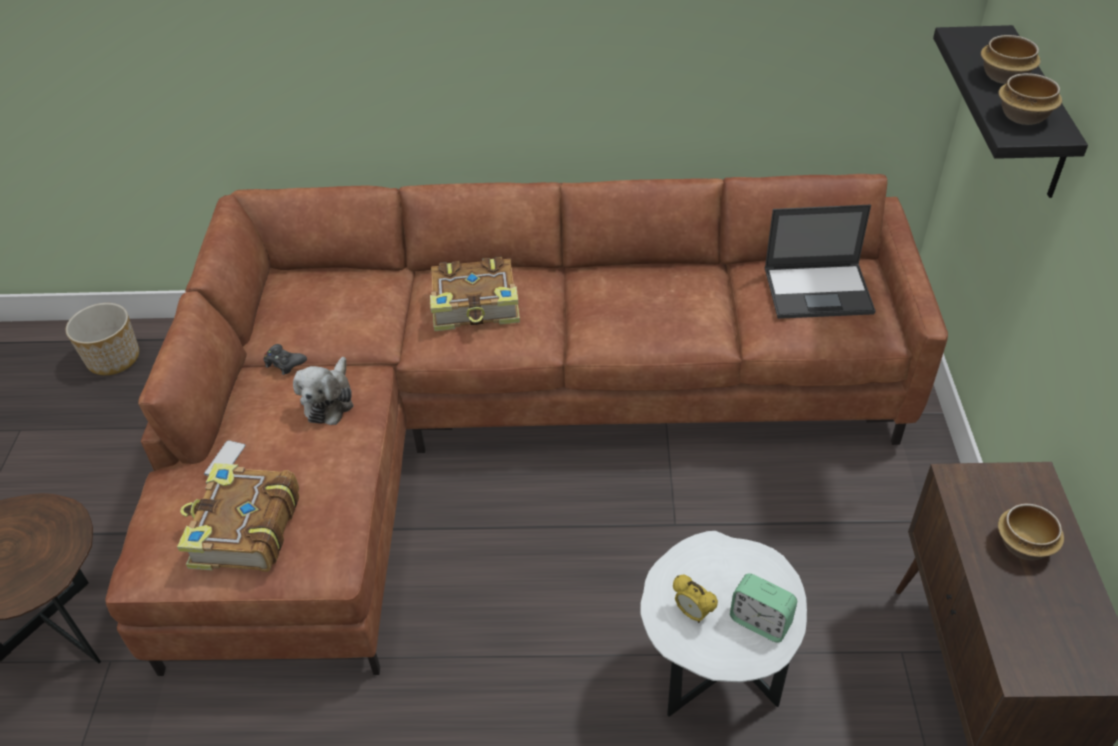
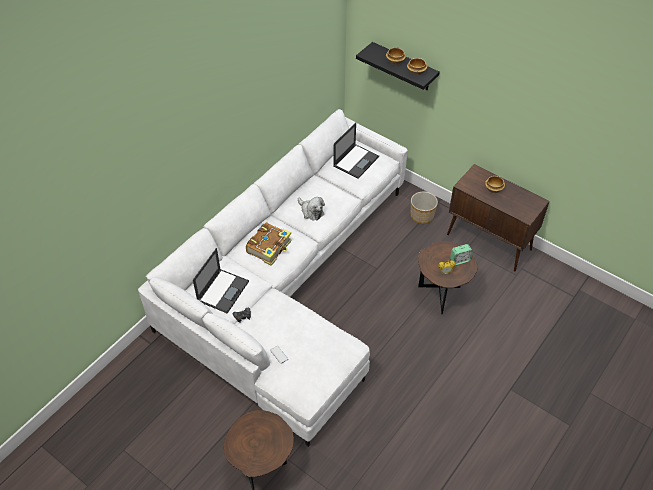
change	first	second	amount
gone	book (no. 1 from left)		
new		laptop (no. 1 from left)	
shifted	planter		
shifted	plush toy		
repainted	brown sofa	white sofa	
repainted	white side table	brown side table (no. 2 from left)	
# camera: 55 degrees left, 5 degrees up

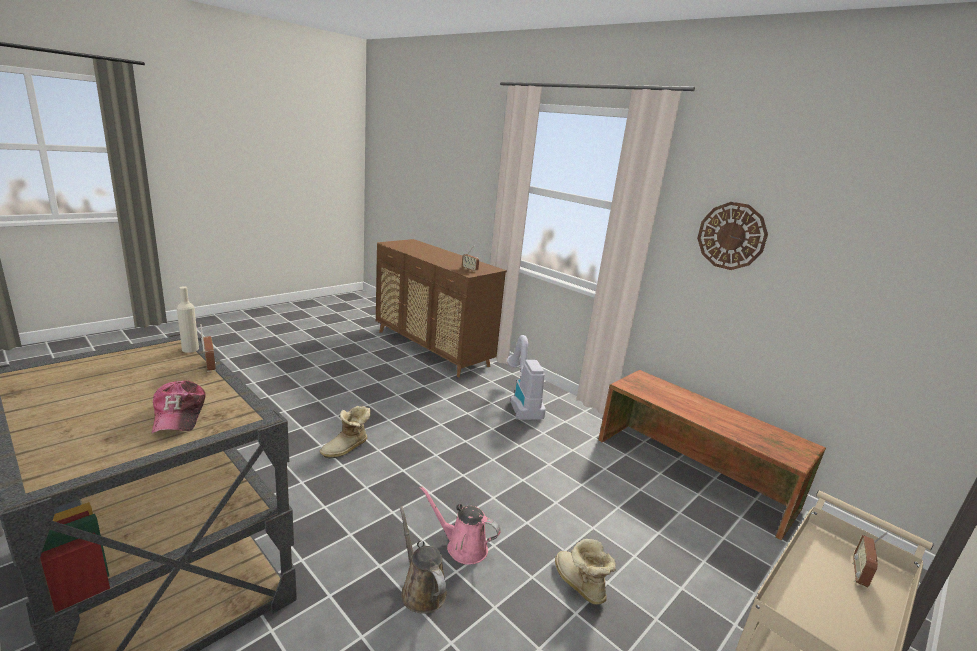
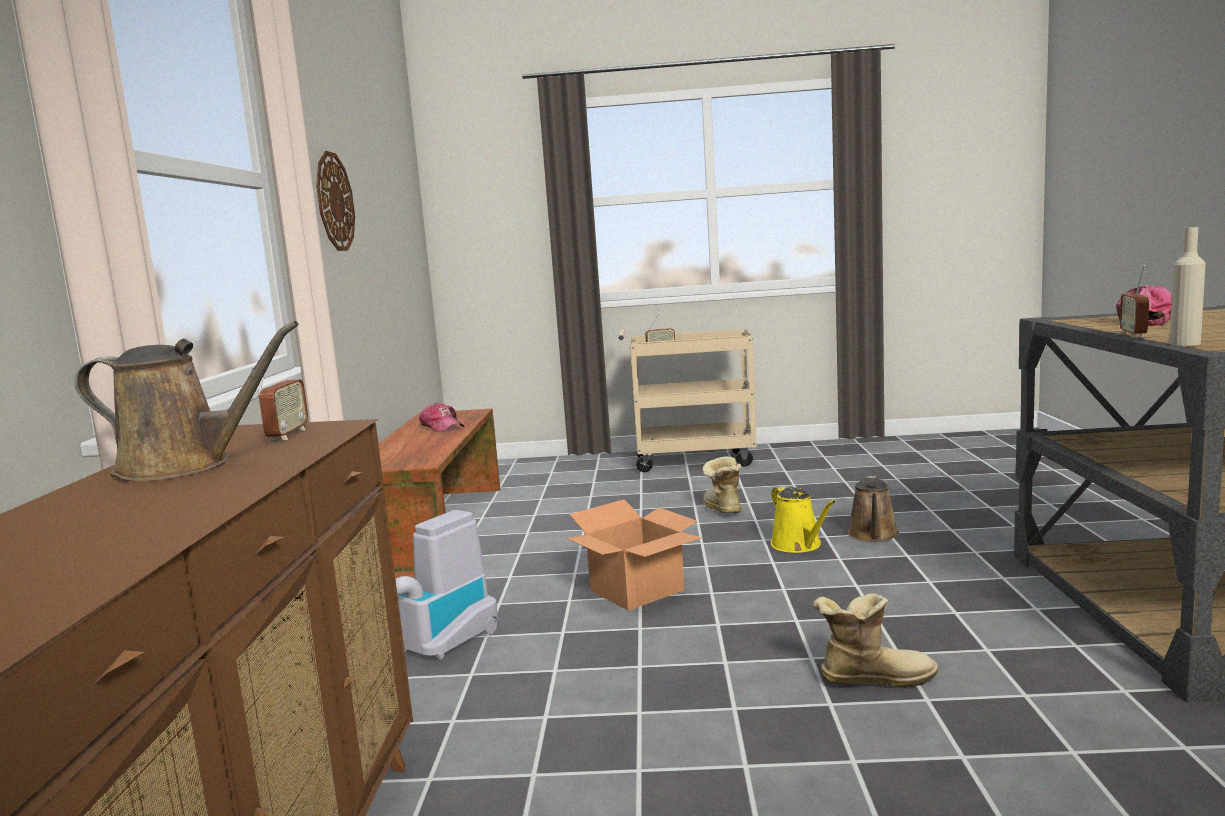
change	first	second	amount
new		brown watering can (no. 1 from left)	
new		cap (no. 1 from left)	
new		cardboard box	
repainted	pink watering can	yellow watering can	
rotated	boot (no. 2 from left in the first image)	boot (no. 1 from left)	150 degrees clockwise
# camera: 130 degrees left, 10 degrees down

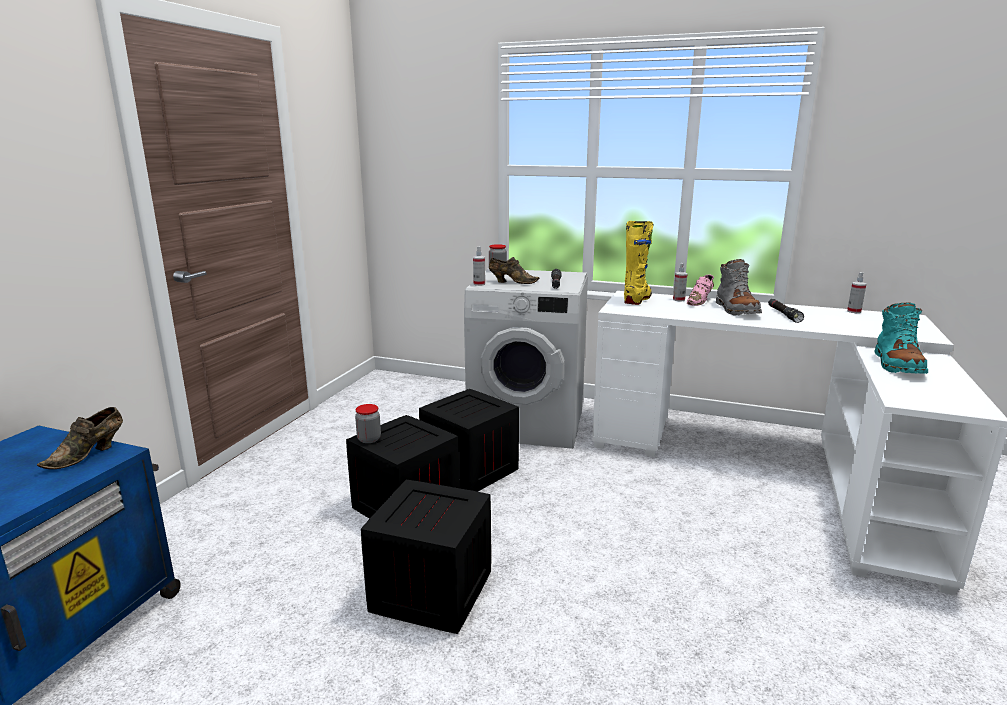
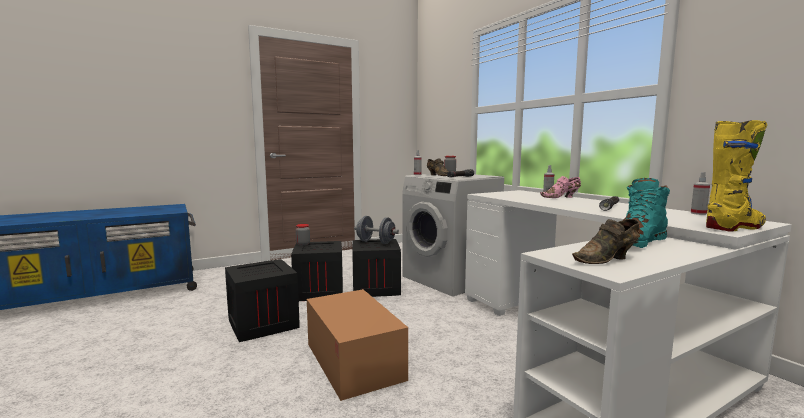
change	first	second	amount
gone	grey boot		
new		cardboard box	
new		grey dumbbell	
shifted	brown shoe (no. 1 from left in the first image)	brown shoe (no. 2 from left)	
shifted	yellow boot		
# camera: 40 degrees right, 10 degrees down

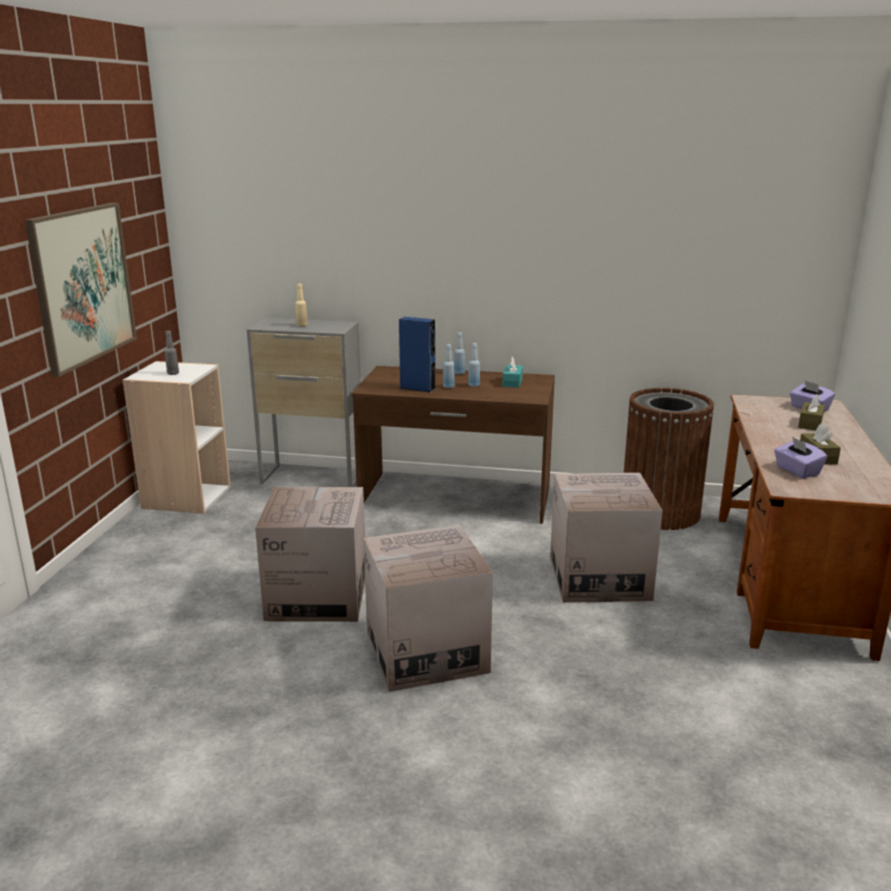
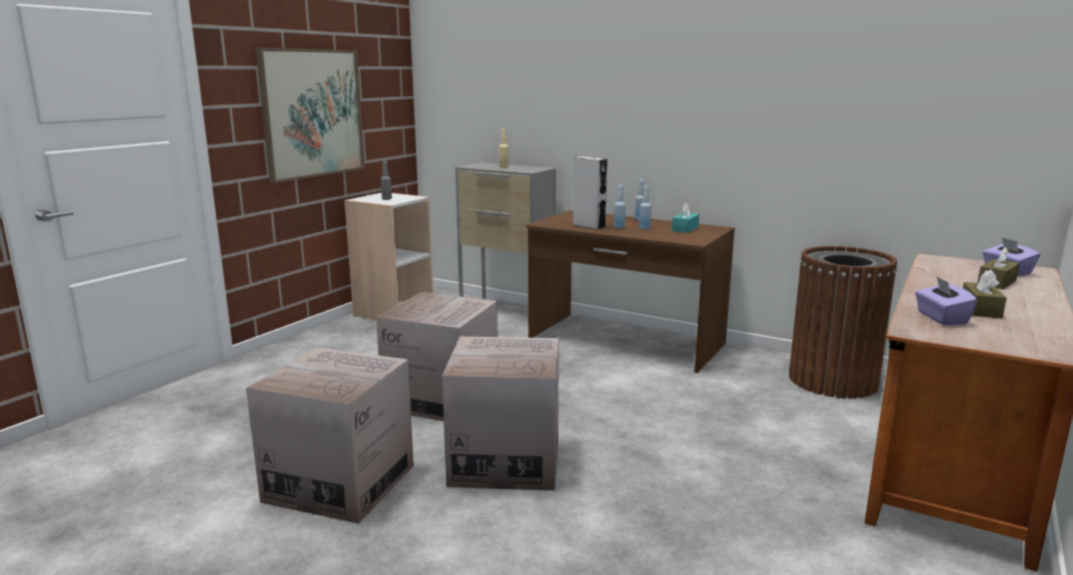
change	first	second	amount
shifted	cardboard box (no. 3 from left in the first image)	cardboard box (no. 1 from left)	
repainted	blue speaker	grey speaker	
# camera: 20 degrees right, 5 degrees down

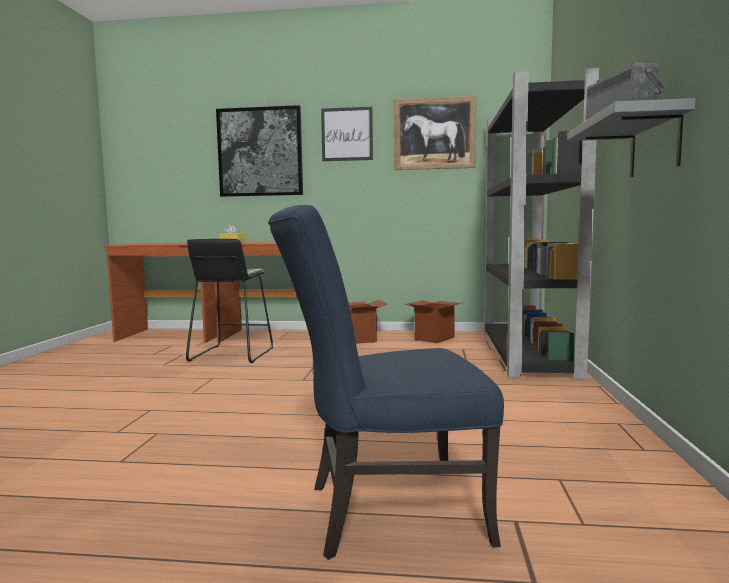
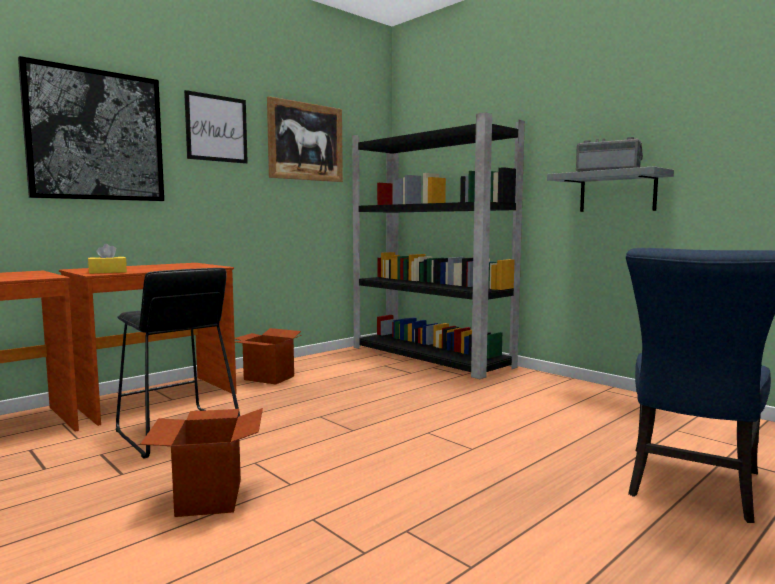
change	first	second	amount
shifted	cardboard box (no. 2 from left in the first image)	cardboard box (no. 1 from left)	
# camera: 50 degrees left, 0 degrees up

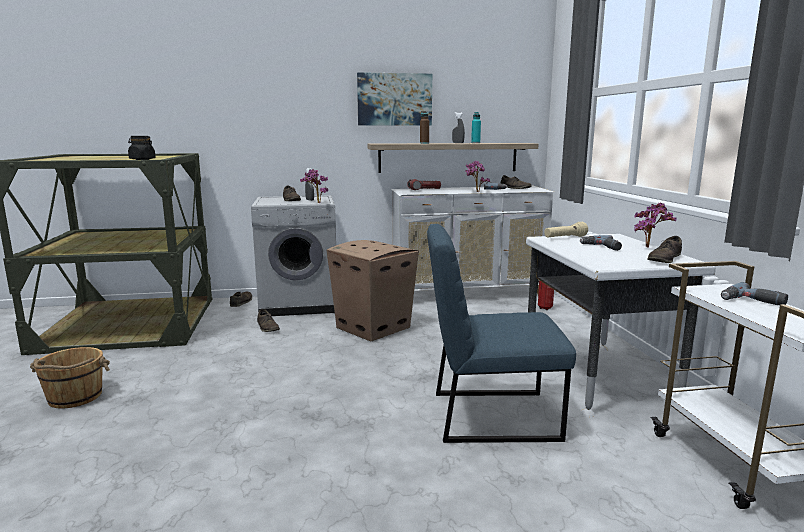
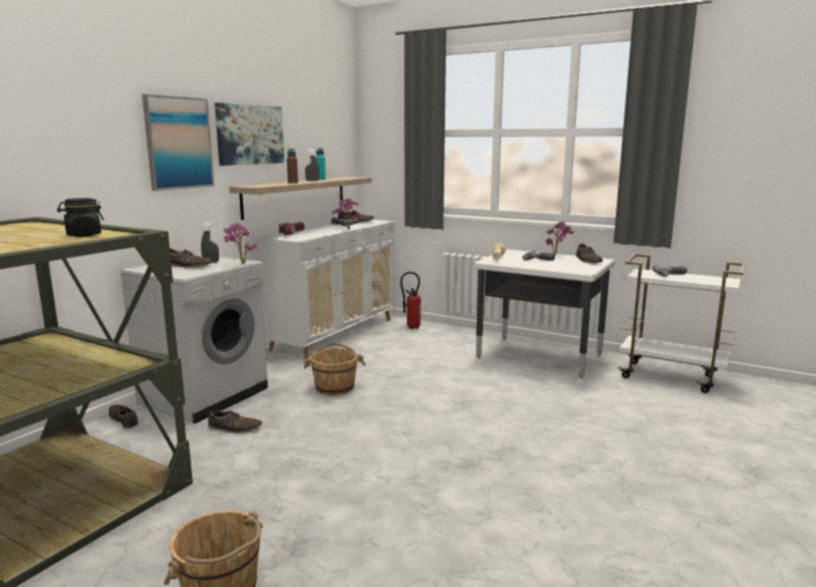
change	first	second	amount
gone	blue chair		
new		picture (no. 1 from left)	
swapped	cardboard box	brown bucket (no. 2 from left)	
# camera: 50 degrees left, 0 degrees up

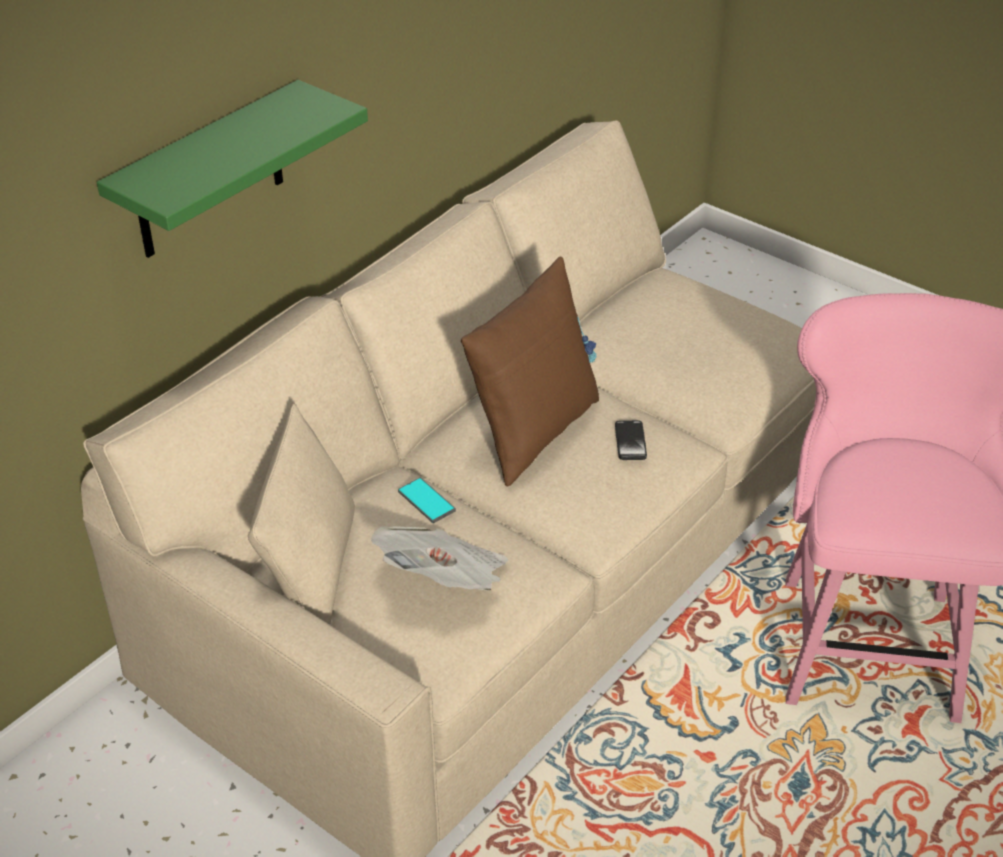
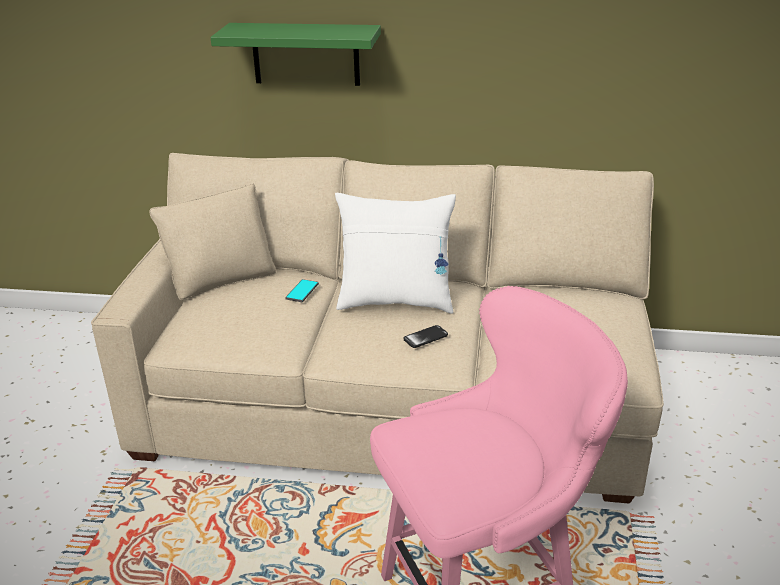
change	first	second	amount
gone	newspaper		
repainted	brown pillow	white pillow	
# camera: 60 degrees right, 10 degrees down

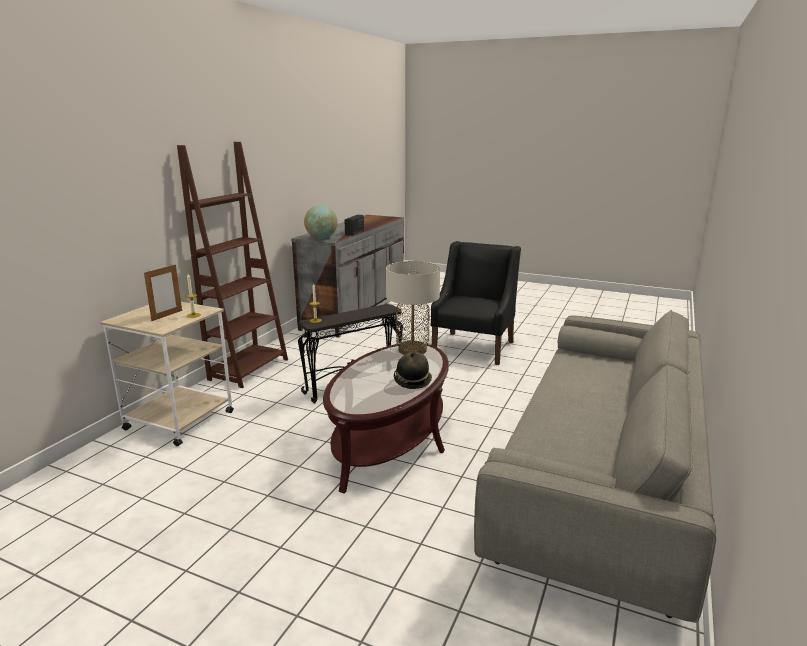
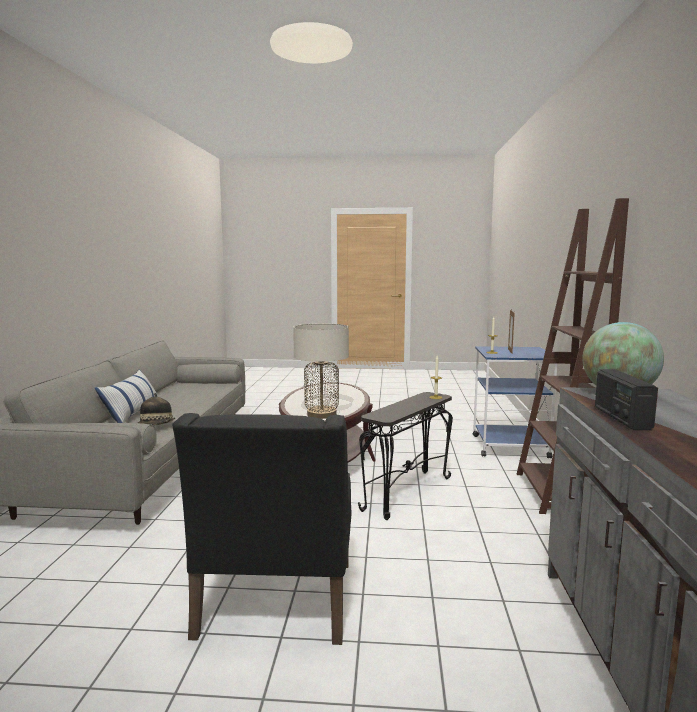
change	first	second	amount
new		pillow	
shifted	hat		
repainted	beige cart	blue cart	
# camera: 160 degrees right, 10 degrees down

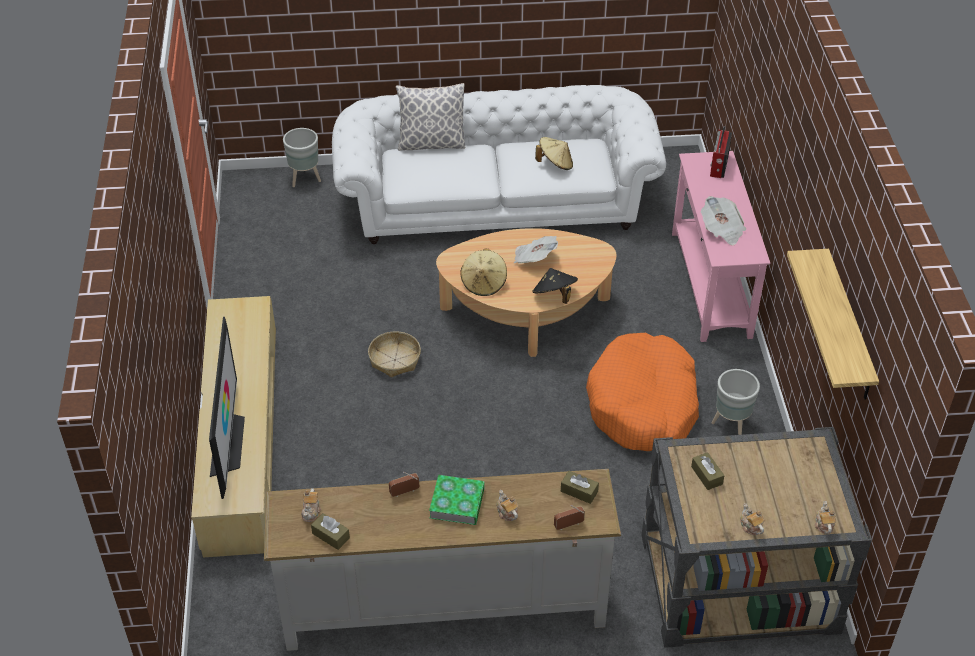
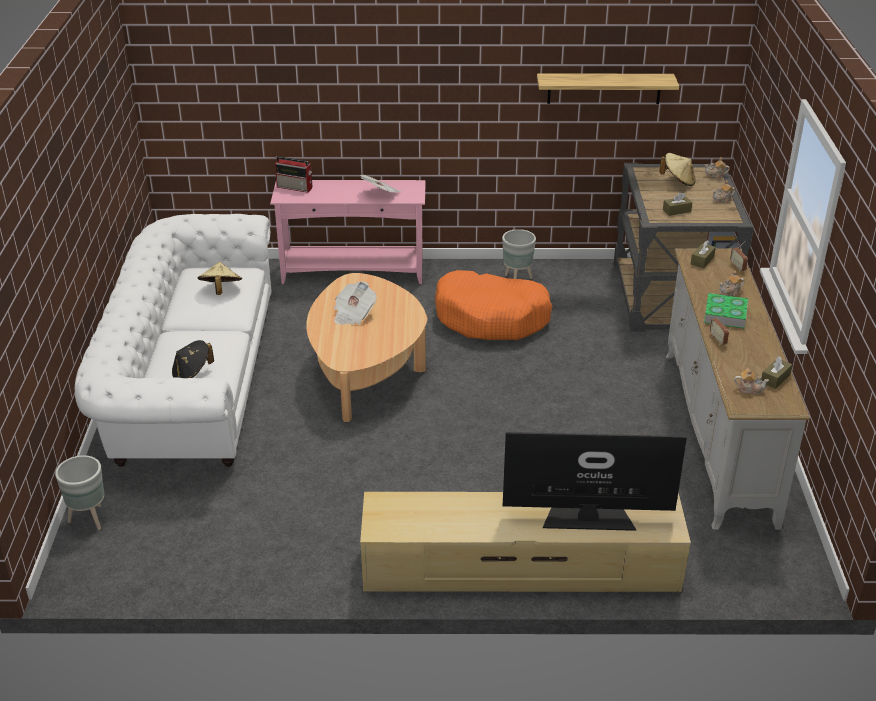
change	first	second	amount
gone	basket		
gone	pillow		
shifted	beige hat (no. 1 from left in the first image)	beige hat (no. 2 from left)	
shifted	black hat		
# camera: 85 degrees left, 10 degrees down

